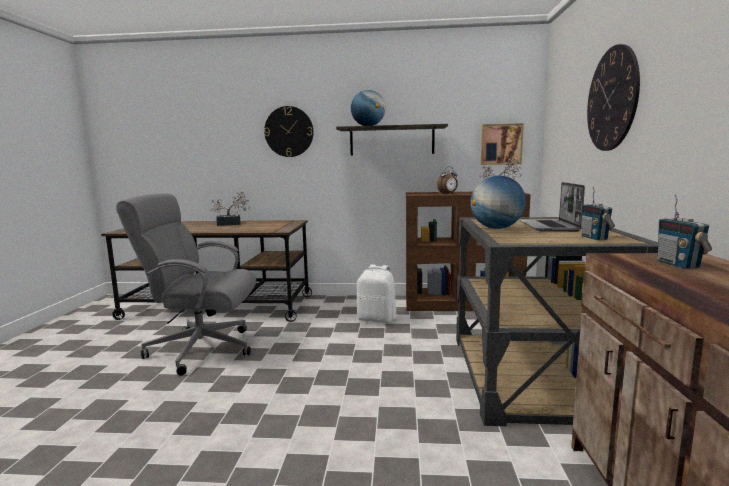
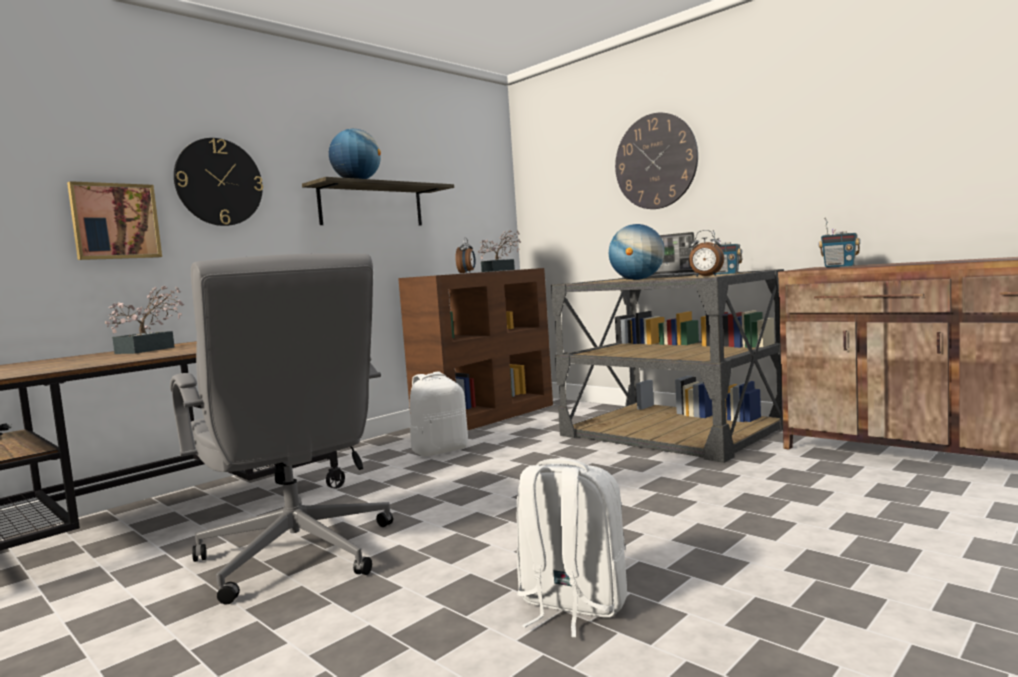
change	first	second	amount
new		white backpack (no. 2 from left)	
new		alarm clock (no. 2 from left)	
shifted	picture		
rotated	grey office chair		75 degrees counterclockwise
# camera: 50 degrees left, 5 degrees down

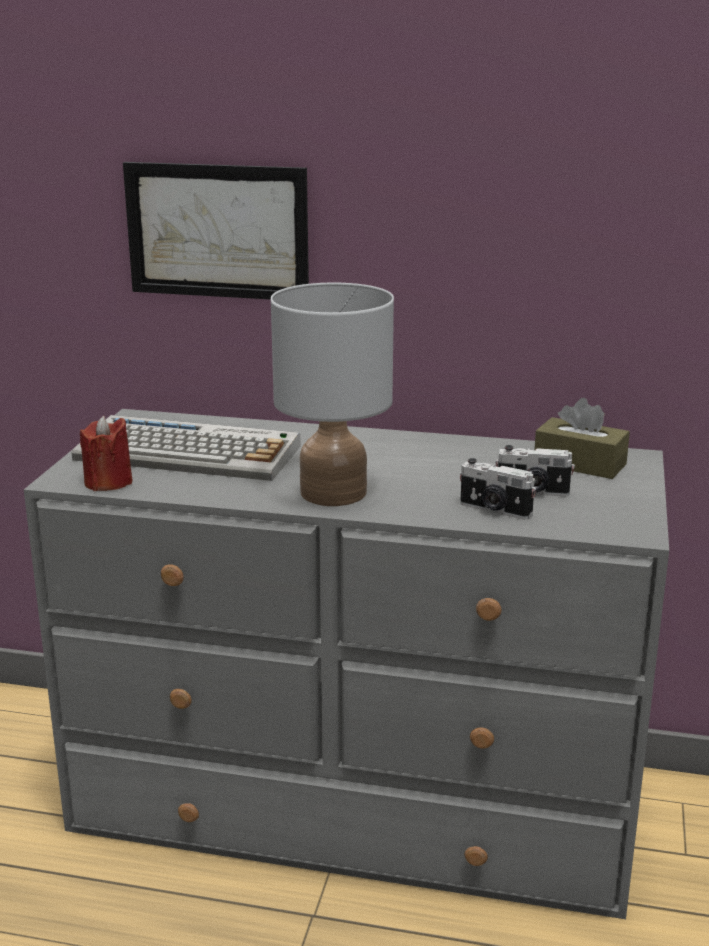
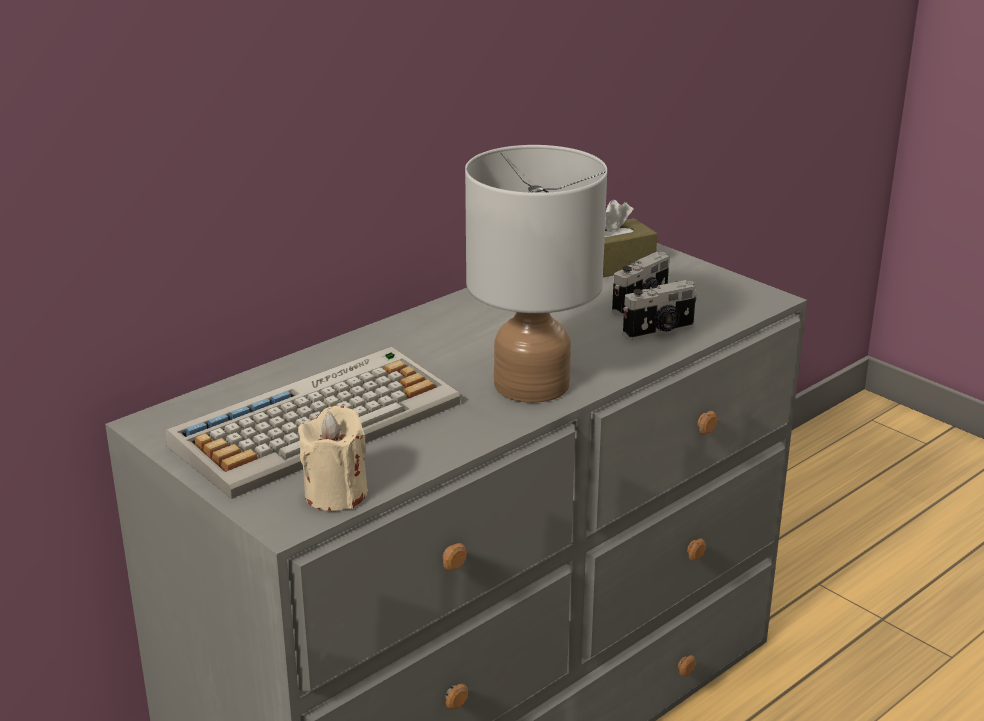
change	first	second	amount
gone	picture		
repainted	red candle	beige candle	
# camera: 55 degrees left, 5 degrees up

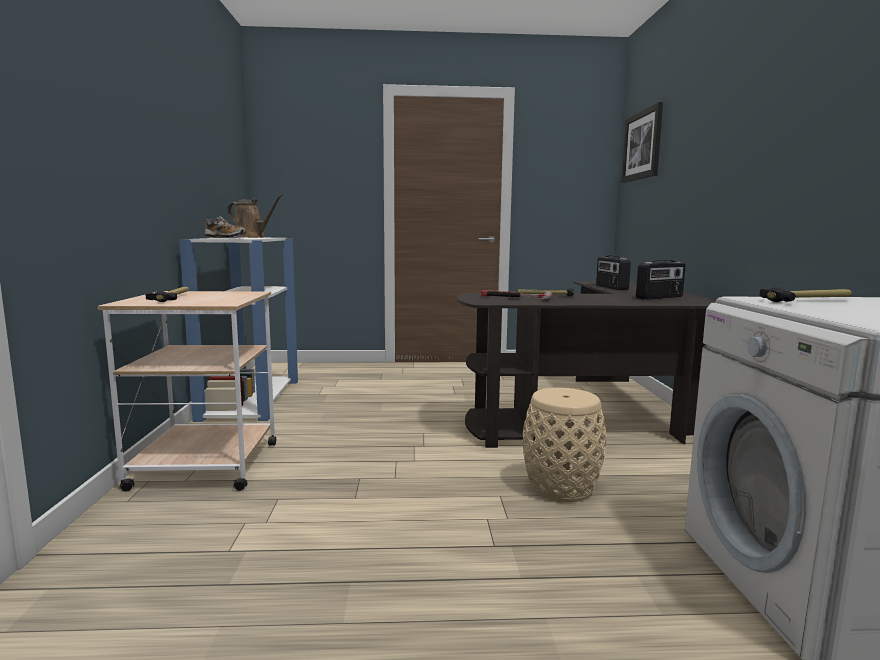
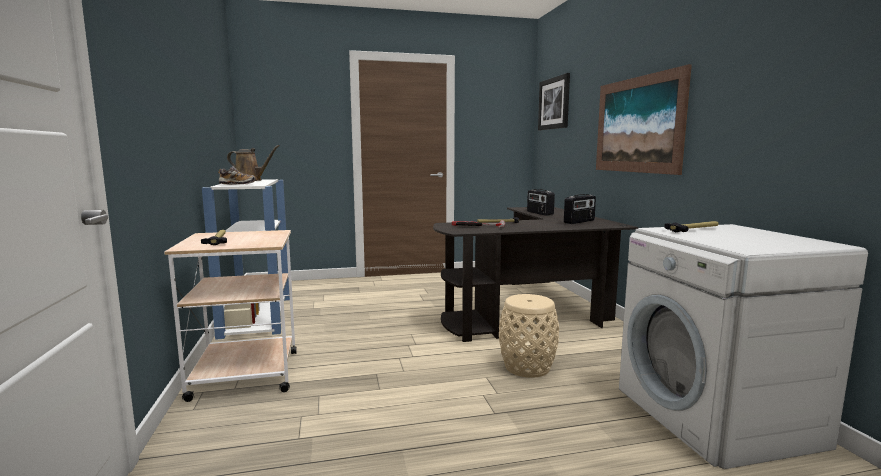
change	first	second	amount
new		picture (no. 2 from left)	
# camera: 10 degrees left, 0 degrees up

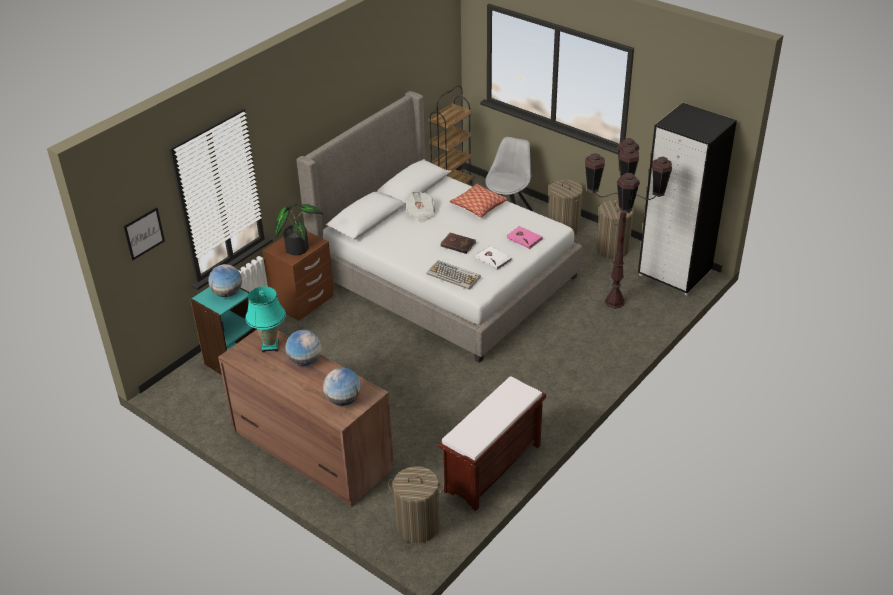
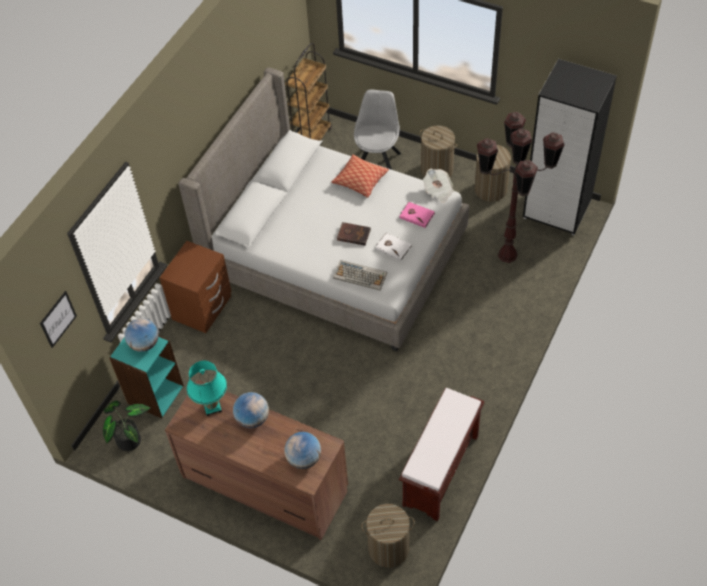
change	first	second	amount
shifted	potted plant		
shifted	newspaper		
# camera: 10 degrees left, 15 degrees up

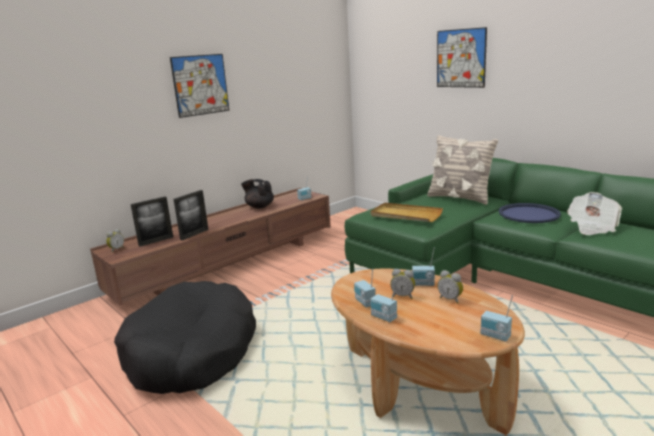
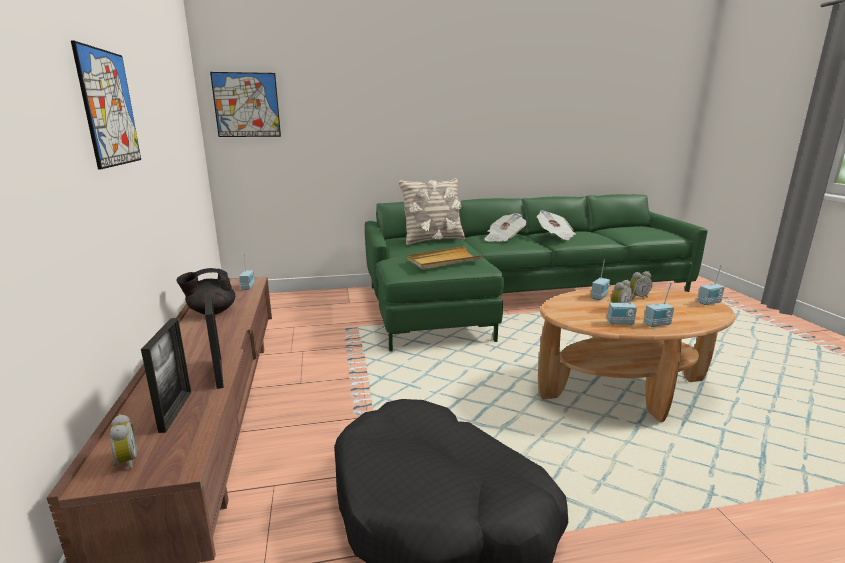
change	first	second	amount
shifted	picture (no. 2 from left)		
swapped	blue tray	newspaper (no. 1 from left)	
# camera: 60 degrees left, 0 degrees up

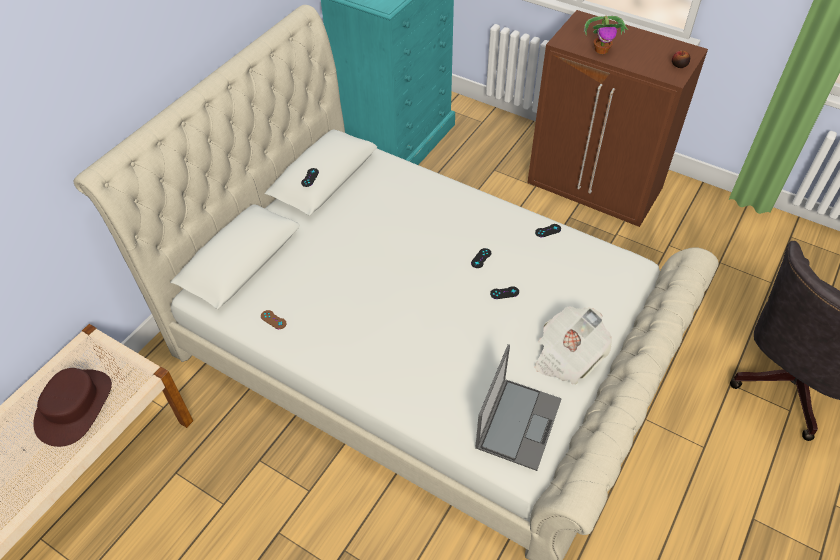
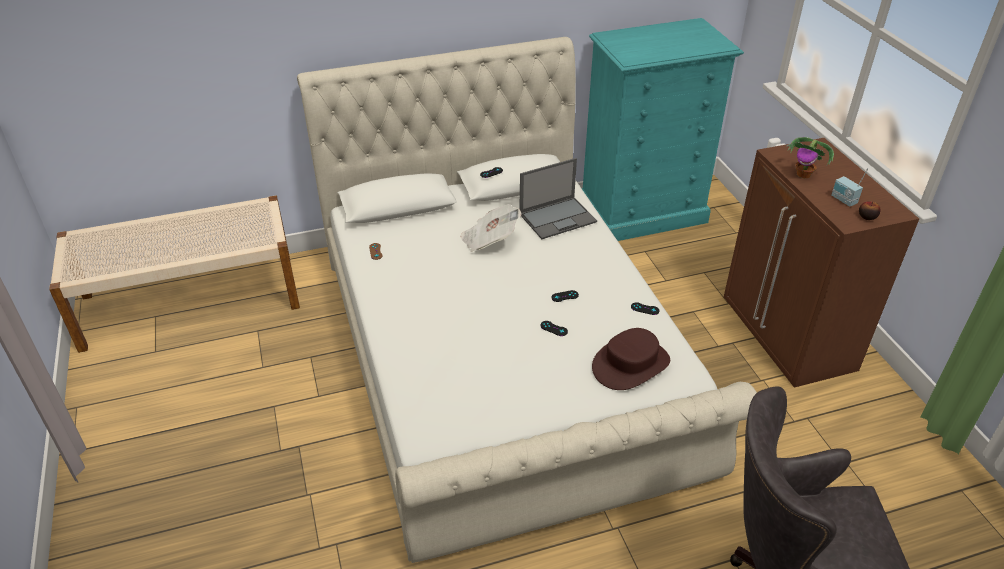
change	first	second	amount
new		radio	
shifted	brown hat		
shifted	laptop		
shifted	newspaper		
# camera: 40 degrees right, 10 degrees down

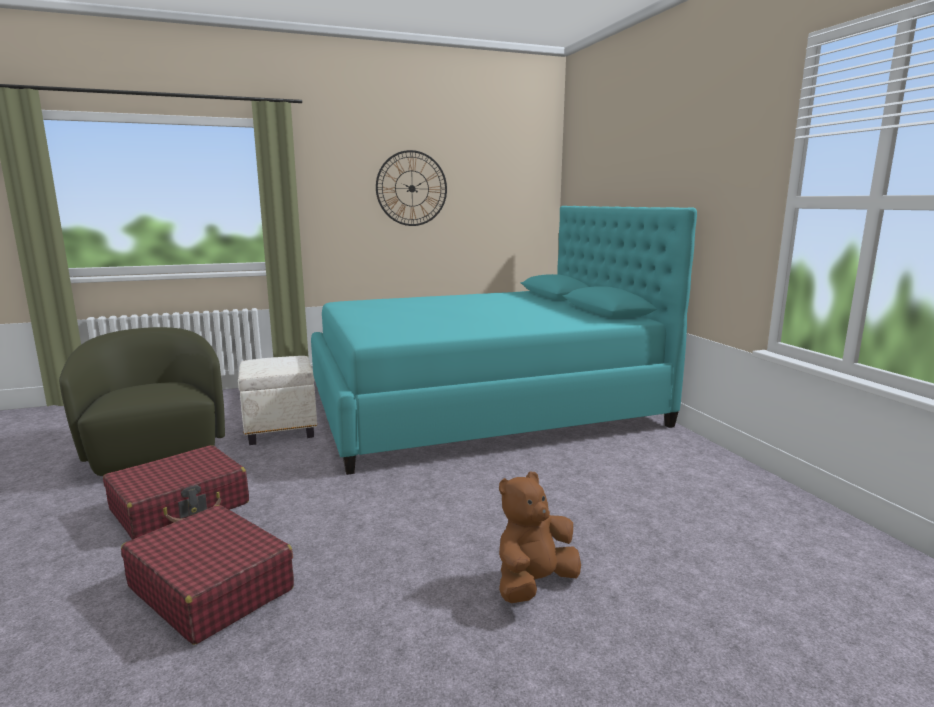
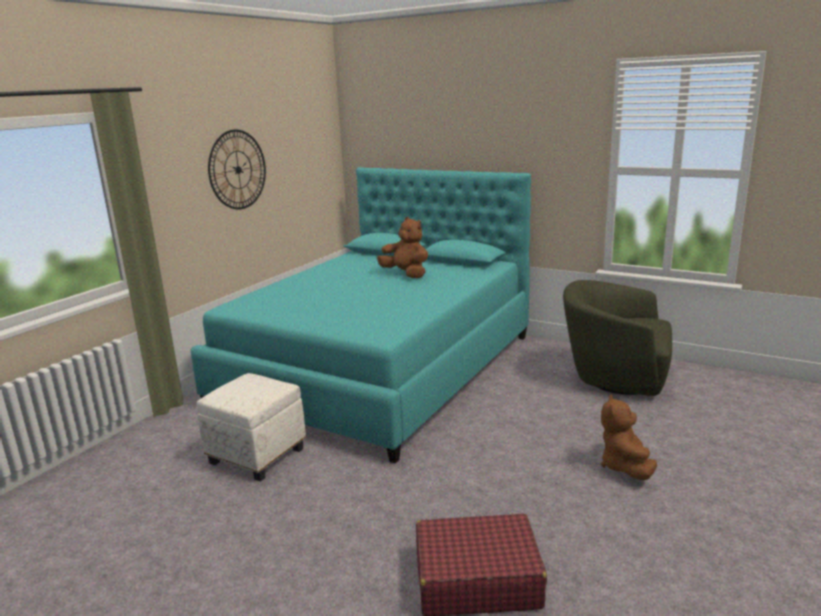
change	first	second	amount
gone	red suitcase (no. 1 from left)		
new		brown plush toy (no. 1 from left)	
shifted	green armchair		
# camera: 40 degrees left, 5 degrees up

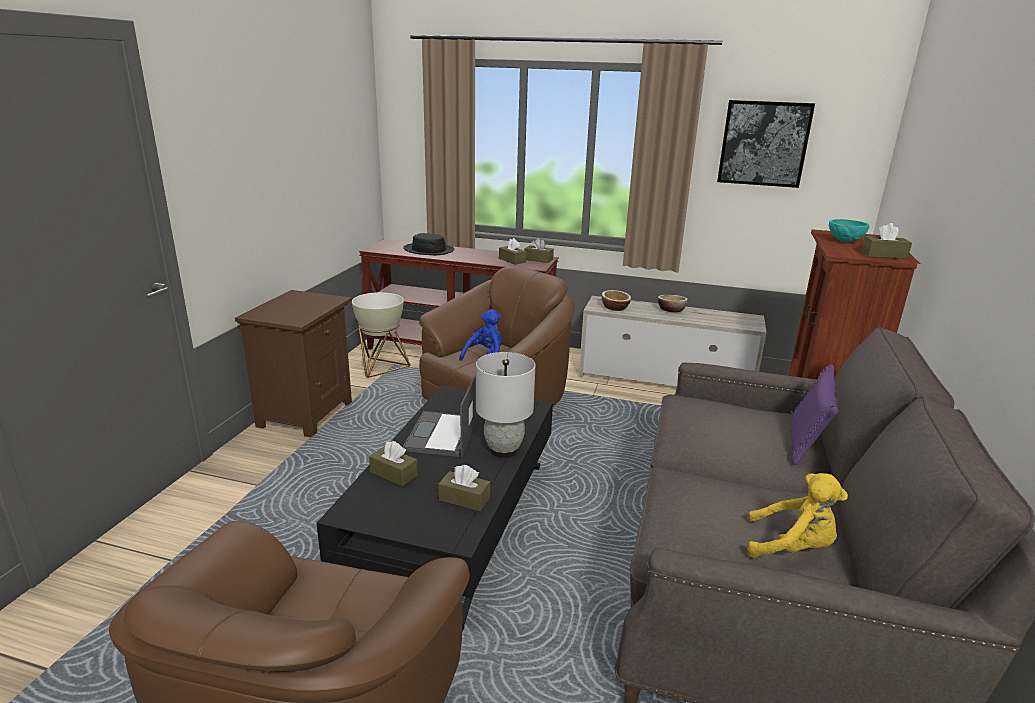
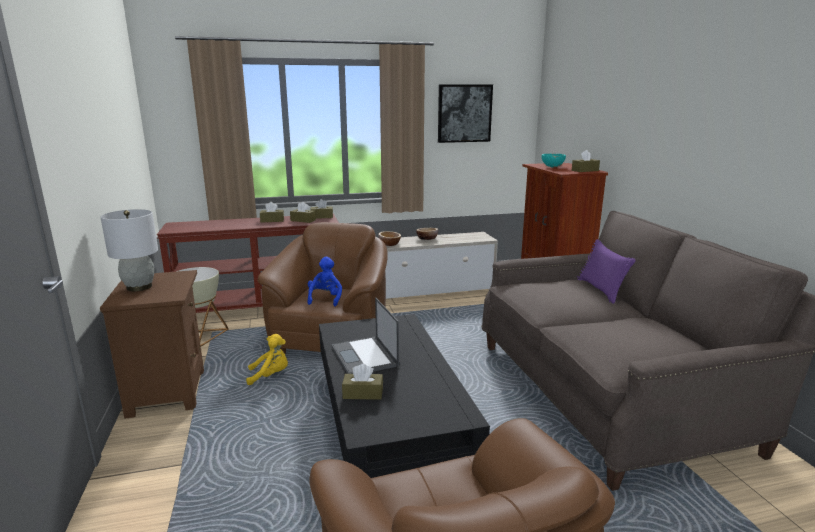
change	first	second	amount
gone	black hat		
shifted	brown tissue box (no. 2 from left in the first image)	brown tissue box (no. 1 from left)	
shifted	white table lamp		
shifted	yellow plush toy		
# camera: 30 degrees left, 5 degrees down

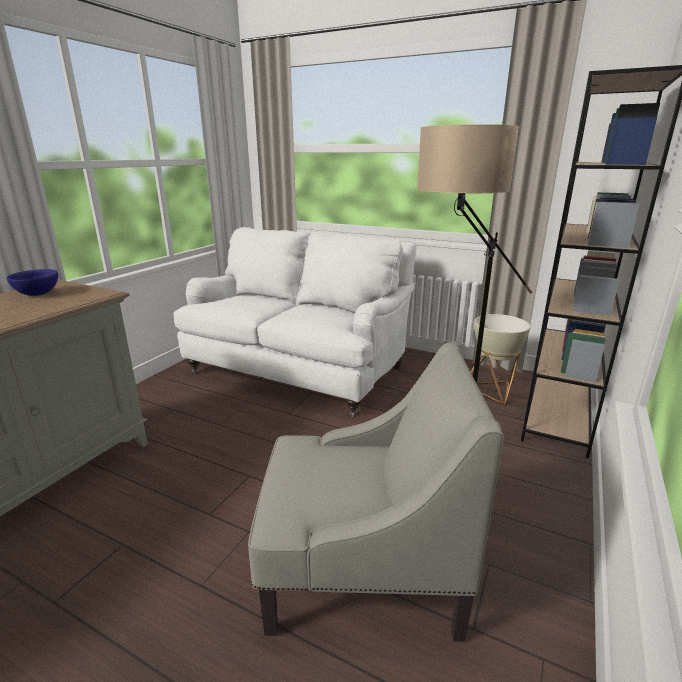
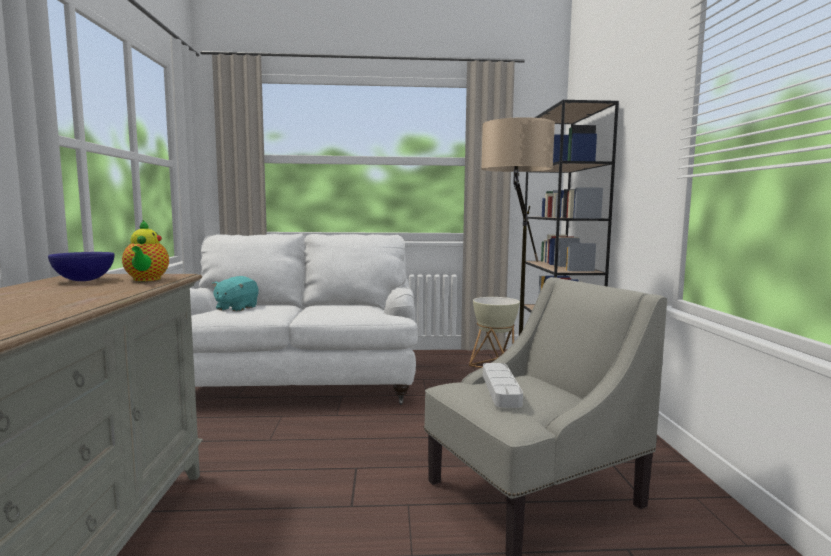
change	first	second	amount
new		teapot	
new		turquoise plush toy	
new		grey tray	
# camera: 30 degrees left, 15 degrees down

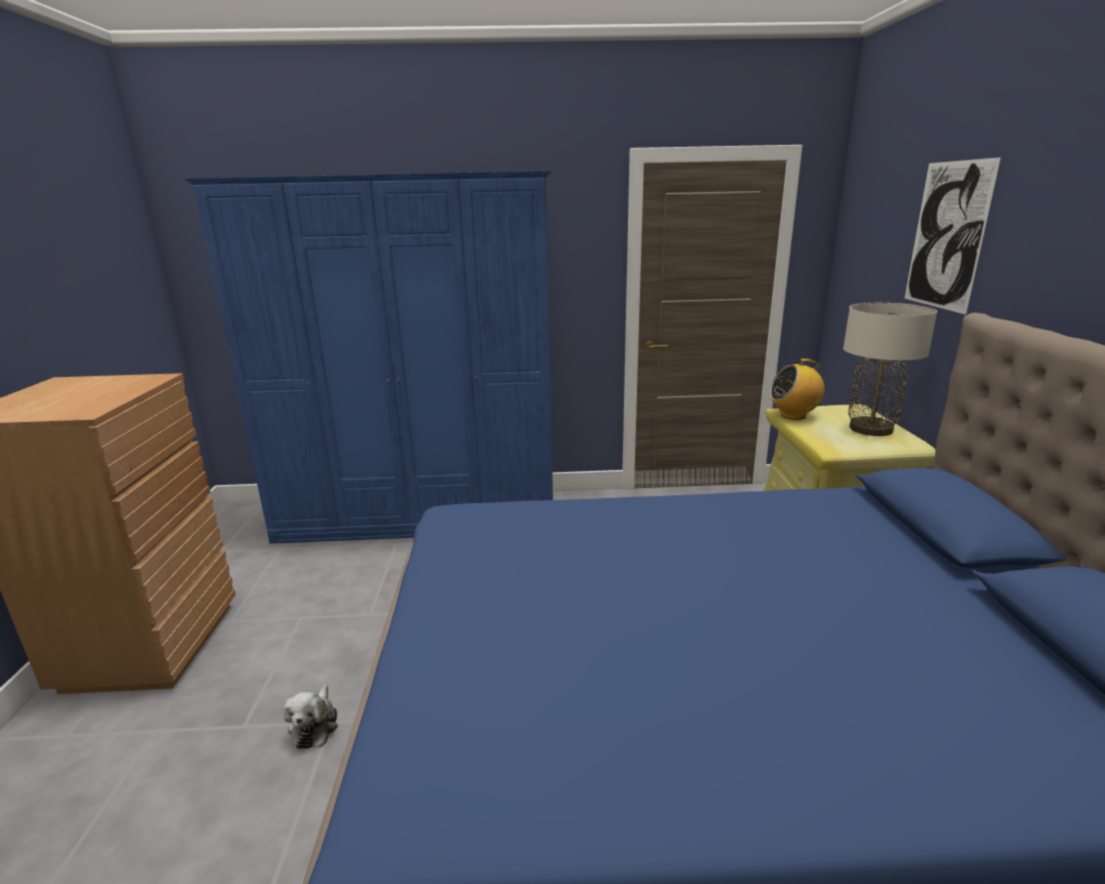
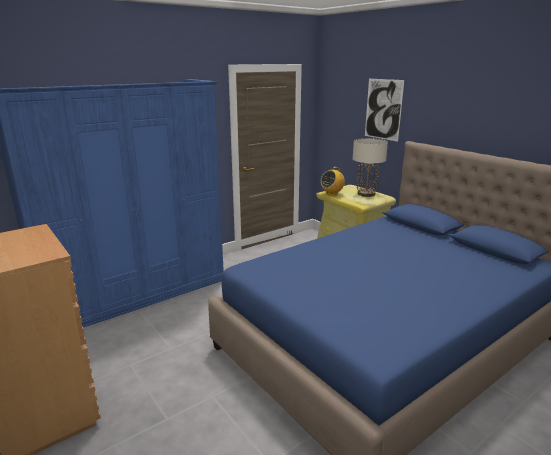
change	first	second	amount
gone	plush toy		
# camera: 35 degrees left, 0 degrees up

